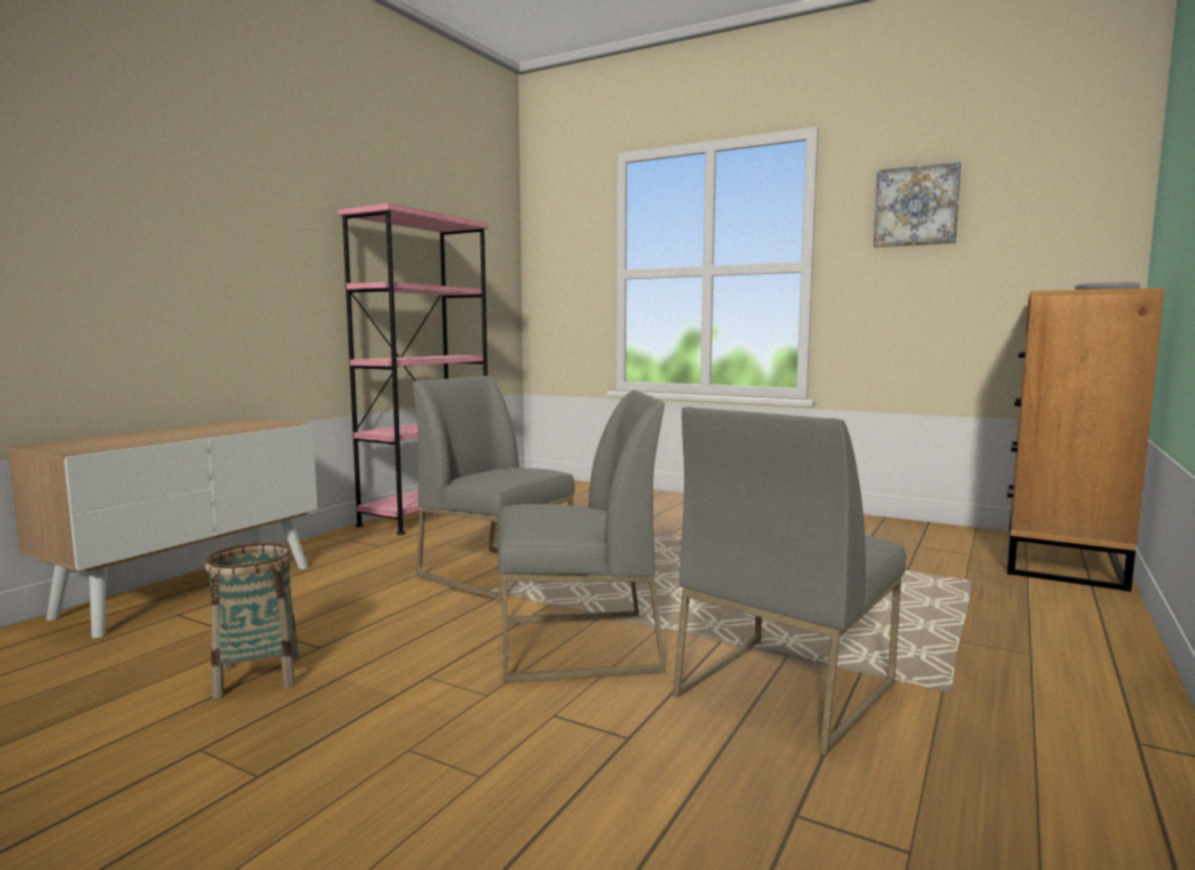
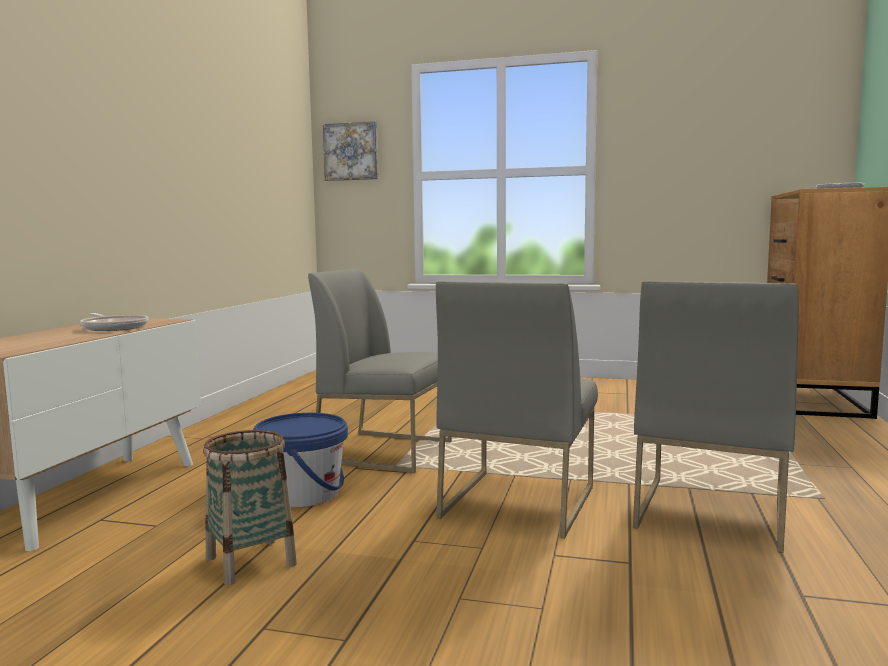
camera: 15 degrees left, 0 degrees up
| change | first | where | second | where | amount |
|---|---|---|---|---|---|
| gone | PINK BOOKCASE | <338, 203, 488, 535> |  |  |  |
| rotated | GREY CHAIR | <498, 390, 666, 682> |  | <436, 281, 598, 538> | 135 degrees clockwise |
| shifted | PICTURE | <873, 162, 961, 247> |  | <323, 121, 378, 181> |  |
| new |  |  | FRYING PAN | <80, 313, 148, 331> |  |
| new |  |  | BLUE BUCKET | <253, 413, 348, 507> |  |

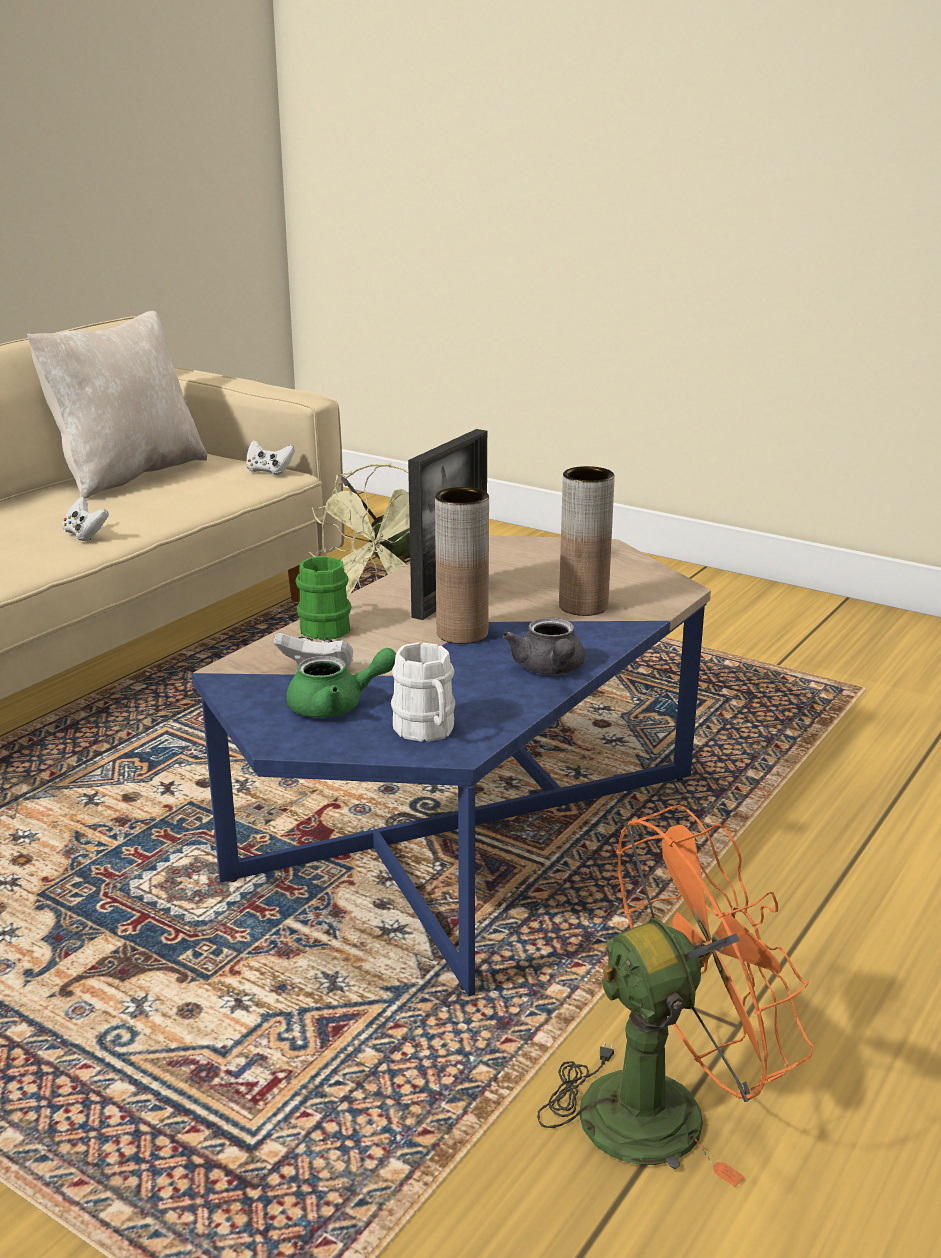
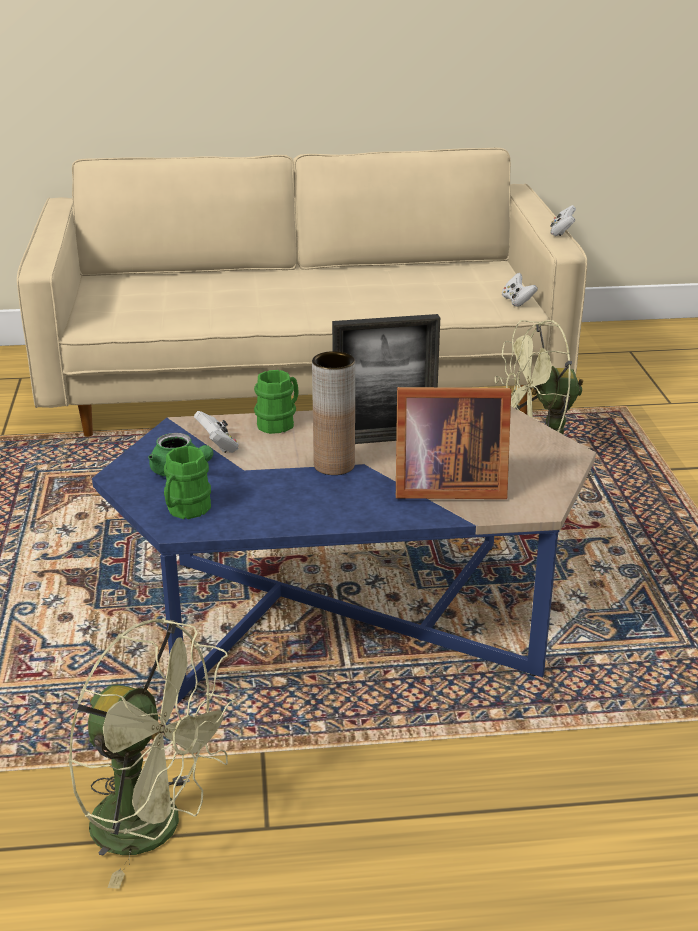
camera: 50 degrees right, 5 degrees up
| change | first | where | second | where | amount |
|---|---|---|---|---|---|
| gone | BEIGE PILLOW | <27, 311, 207, 499> |  |  |  |
| shifted | WHITE GAME CONTROLLER | <62, 497, 109, 541> |  | <550, 205, 576, 236> |  |
| repainted | WHITE MUG | <391, 643, 455, 742> | GREEN MUG | <164, 446, 211, 519> |  |
| gone | GREY TEAPOT | <503, 618, 585, 675> |  |  |  |
| repainted | ORANGE FAN | <537, 805, 814, 1187> | GREEN FAN | <68, 618, 238, 889> |  |
| swapped | BROWN VASE | <559, 466, 615, 616> | PICTURE FRAME | <396, 387, 511, 499> |  |

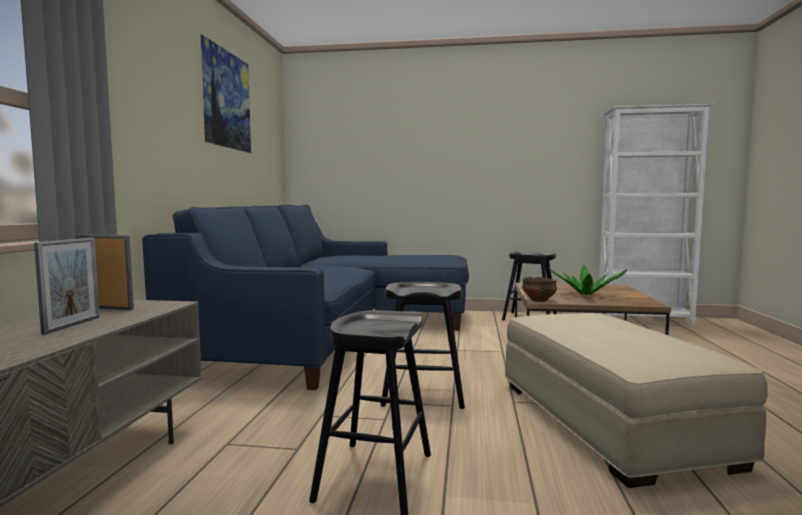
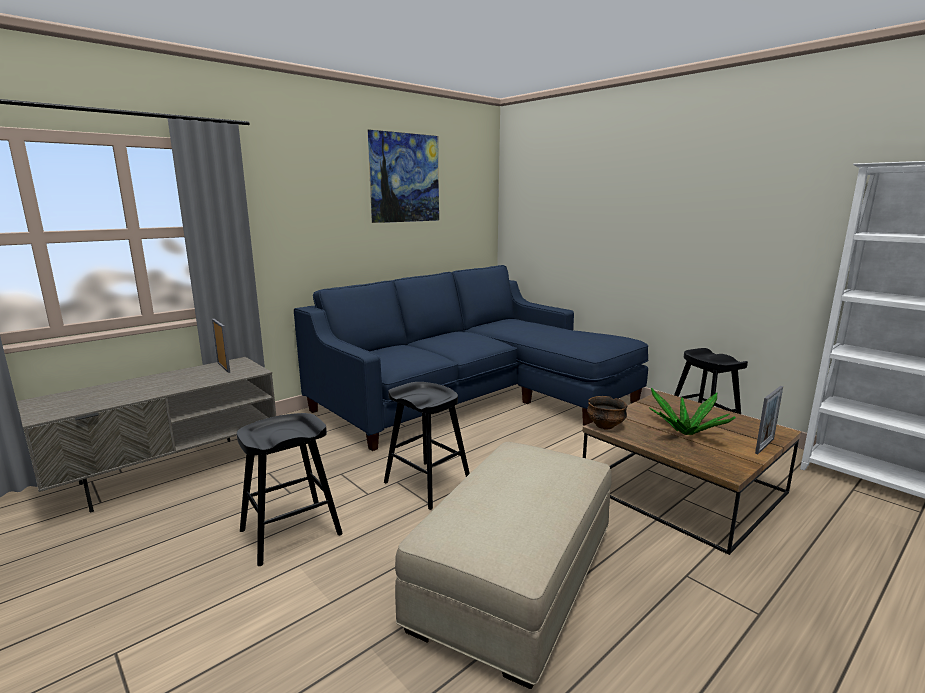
camera: 40 degrees right, 10 degrees up
| change | first | where | second | where | amount |
|---|---|---|---|---|---|
| shifted | PICTURE FRAME | <34, 238, 100, 335> |  | <755, 386, 783, 454> |  |

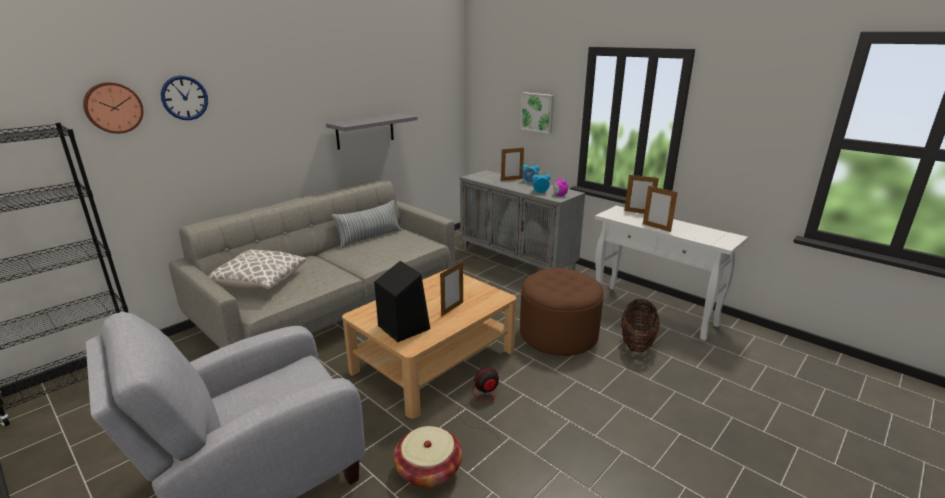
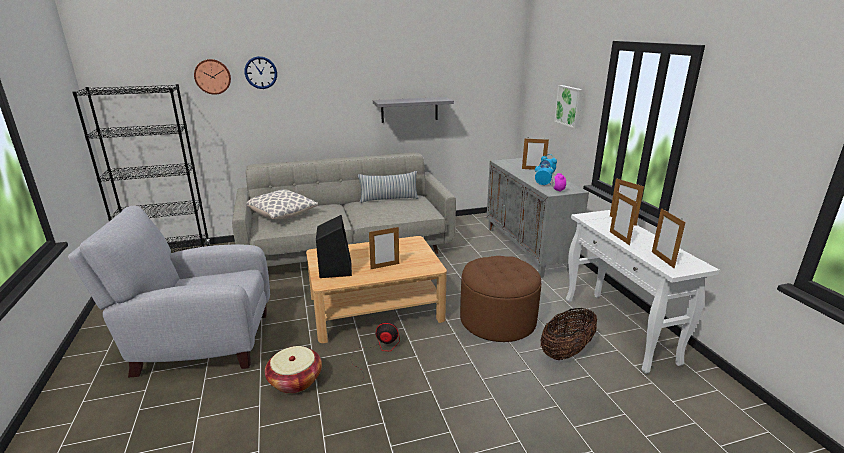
camera: 30 degrees right, 0 degrees up
| change | first | where | second | where | amount |
|---|---|---|---|---|---|
| new |  |  | PICTURE FRAME | <652, 208, 686, 269> |  |

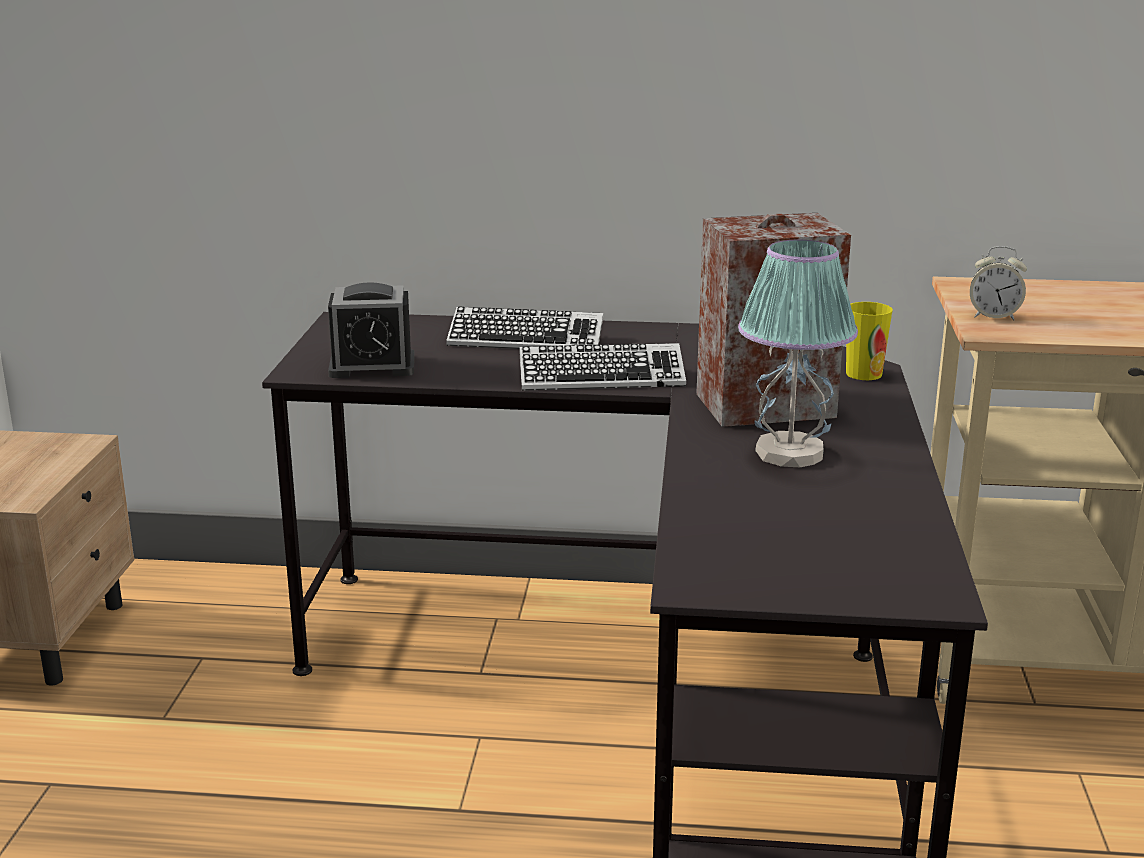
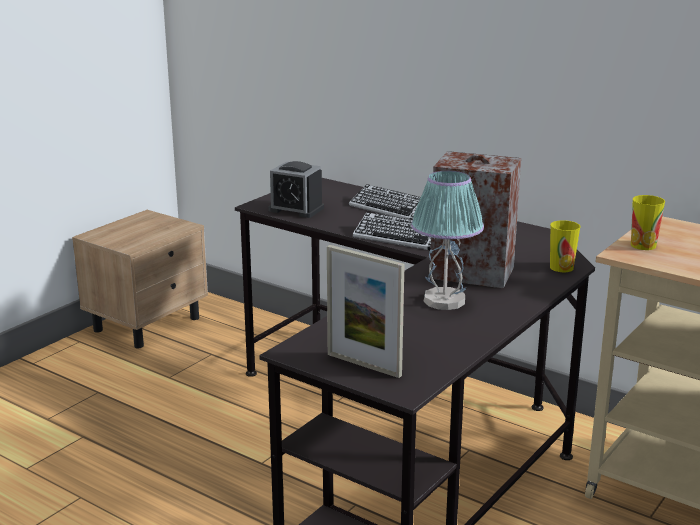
camera: 30 degrees right, 0 degrees up
| change | first | where | second | where | amount |
|---|---|---|---|---|---|
| swapped | ALARM CLOCK | <970, 246, 1027, 320> | CUP | <631, 195, 665, 250> |  |
| new |  |  | PICTURE FRAME | <327, 245, 405, 378> |  |

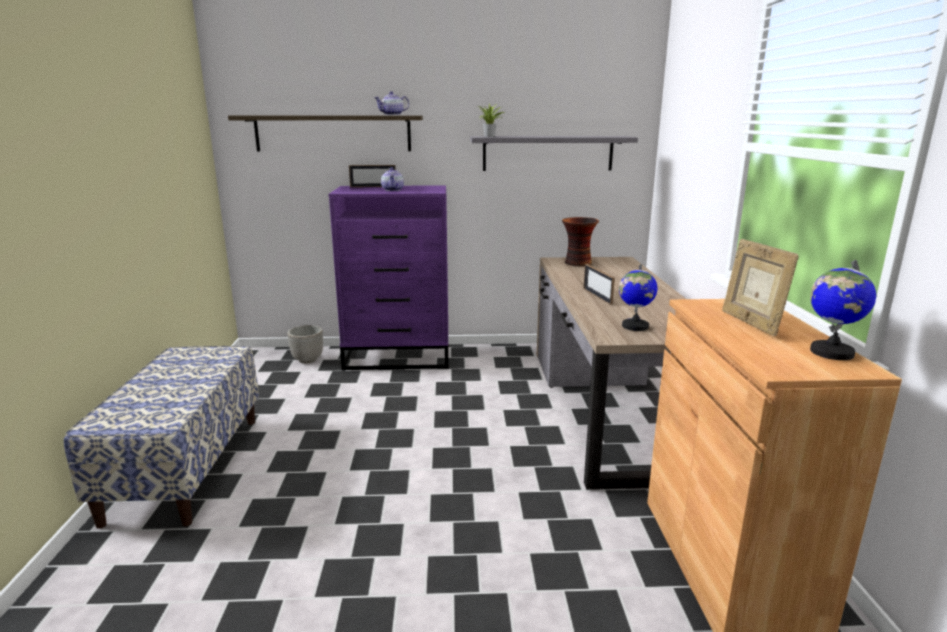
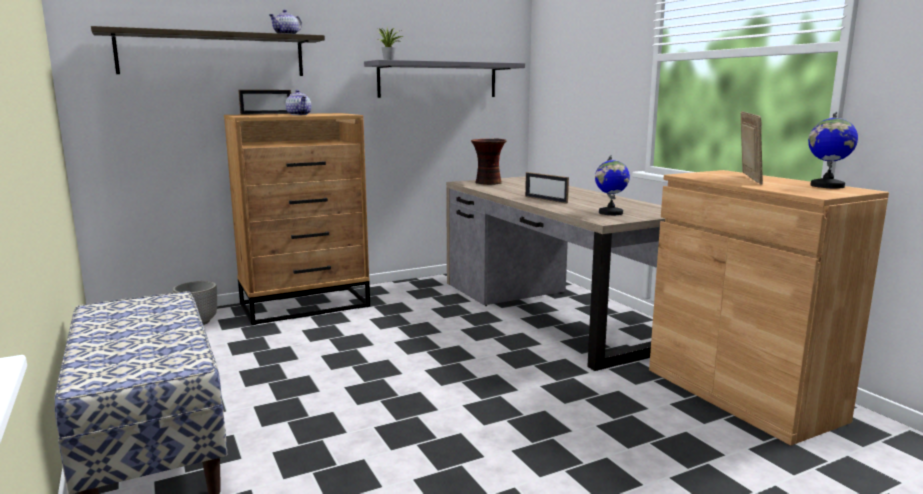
camera: 25 degrees left, 5 degrees down
| change | first | where | second | where | amount |
|---|---|---|---|---|---|
| repainted | PURPLE DRESSER | <328, 185, 449, 370> | BROWN DRESSER | <224, 113, 370, 325> |  |
| rotated | PICTURE FRAME | <722, 239, 799, 336> |  | <741, 111, 763, 184> | 135 degrees counterclockwise |

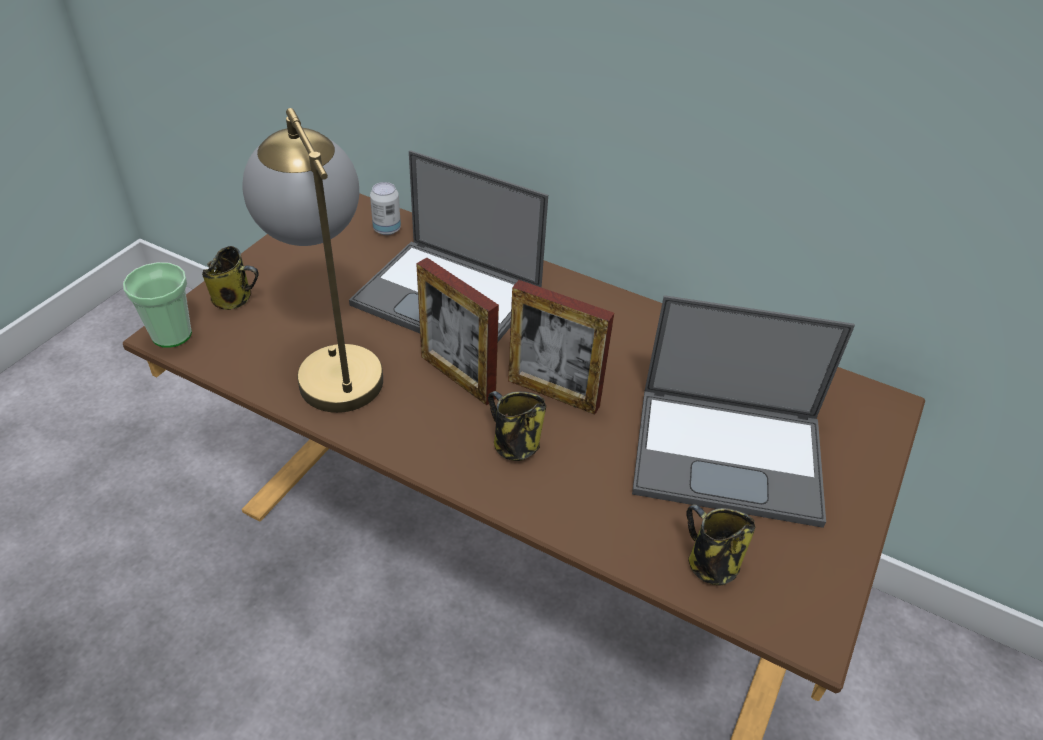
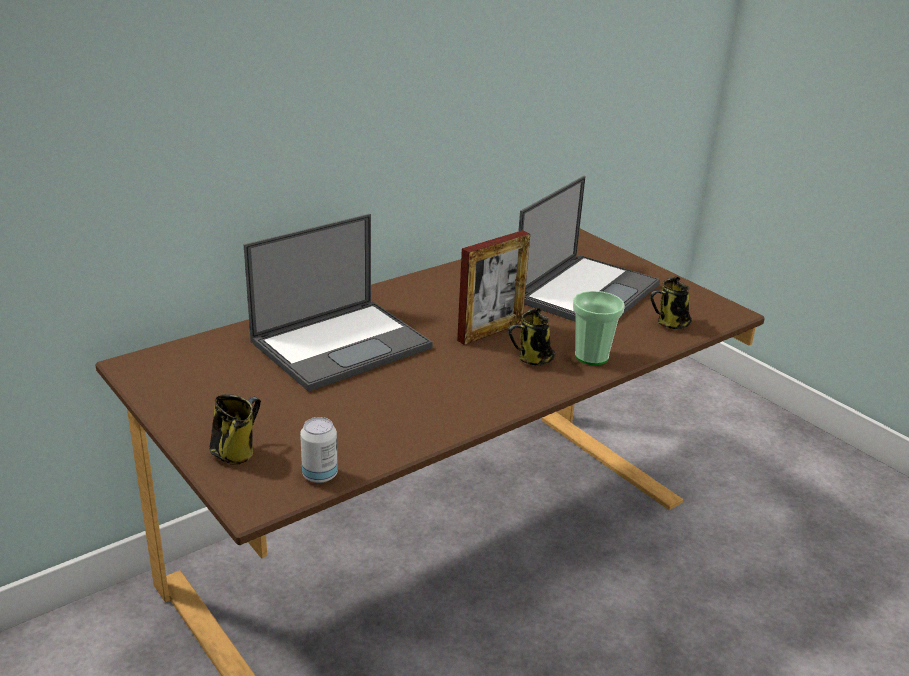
camera: 65 degrees left, 15 degrees down
| change | first | where | second | where | amount |
|---|---|---|---|---|---|
| shifted | CUP | <123, 262, 192, 348> |  | <573, 291, 625, 365> |  |
| gone | TABLE LAMP | <242, 108, 383, 413> |  |  |  |
| shifted | CAN | <370, 182, 401, 235> |  | <300, 417, 338, 483> |  |
| gone | PICTURE FRAME | <416, 258, 499, 405> |  |  |  |

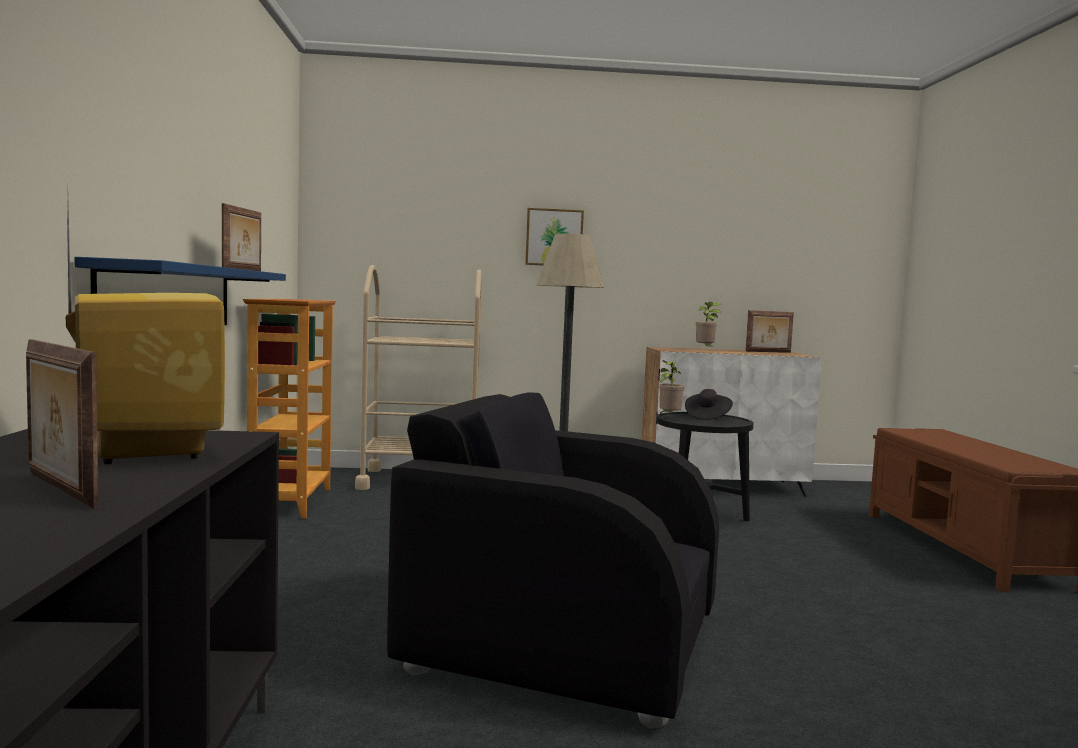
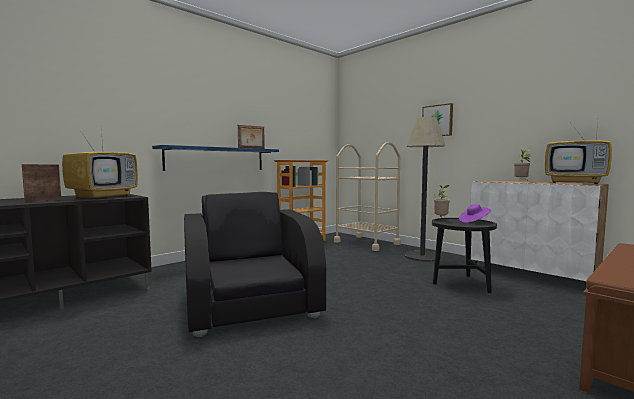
camera: 50 degrees right, 0 degrees up
| change | first | where | second | where | amount |
|---|---|---|---|---|---|
| repainted | BLACK HAT | <685, 389, 733, 420> | PURPLE HAT | <459, 204, 491, 223> |  |
| swapped | PICTURE FRAME | <745, 310, 794, 353> | TELEVISION | <545, 122, 612, 184> |  |

